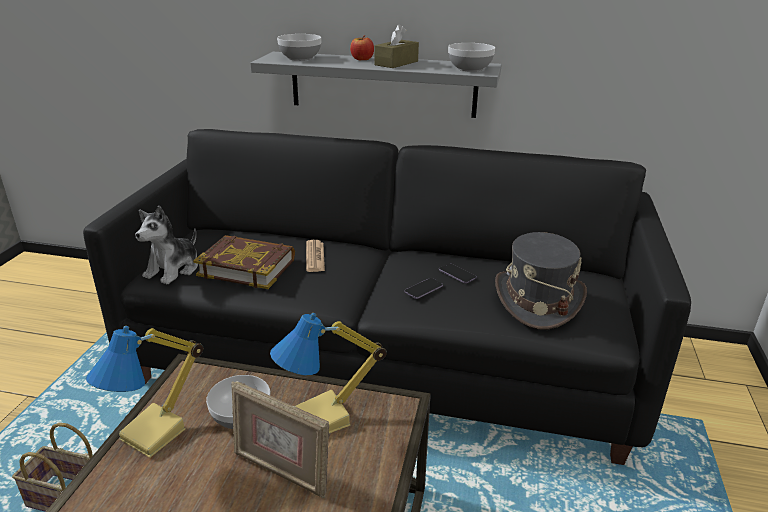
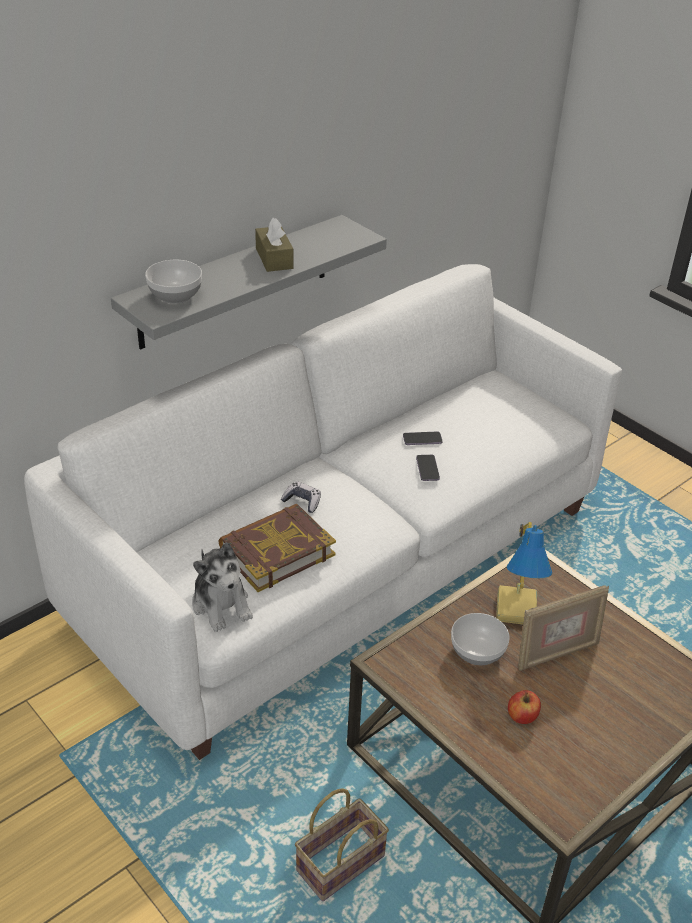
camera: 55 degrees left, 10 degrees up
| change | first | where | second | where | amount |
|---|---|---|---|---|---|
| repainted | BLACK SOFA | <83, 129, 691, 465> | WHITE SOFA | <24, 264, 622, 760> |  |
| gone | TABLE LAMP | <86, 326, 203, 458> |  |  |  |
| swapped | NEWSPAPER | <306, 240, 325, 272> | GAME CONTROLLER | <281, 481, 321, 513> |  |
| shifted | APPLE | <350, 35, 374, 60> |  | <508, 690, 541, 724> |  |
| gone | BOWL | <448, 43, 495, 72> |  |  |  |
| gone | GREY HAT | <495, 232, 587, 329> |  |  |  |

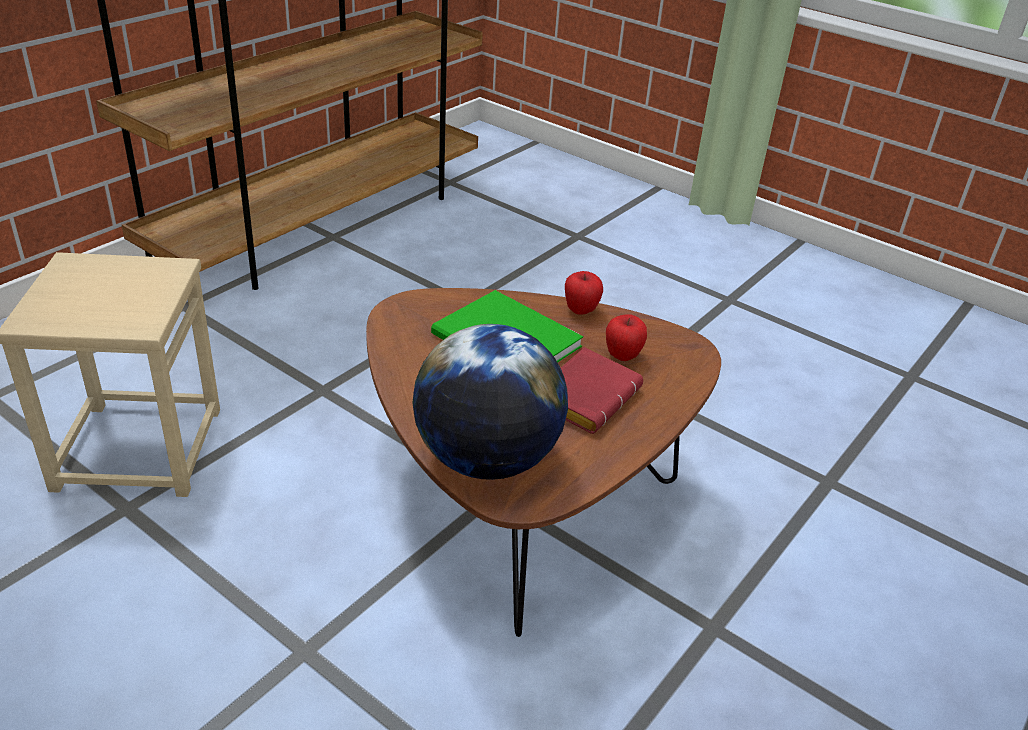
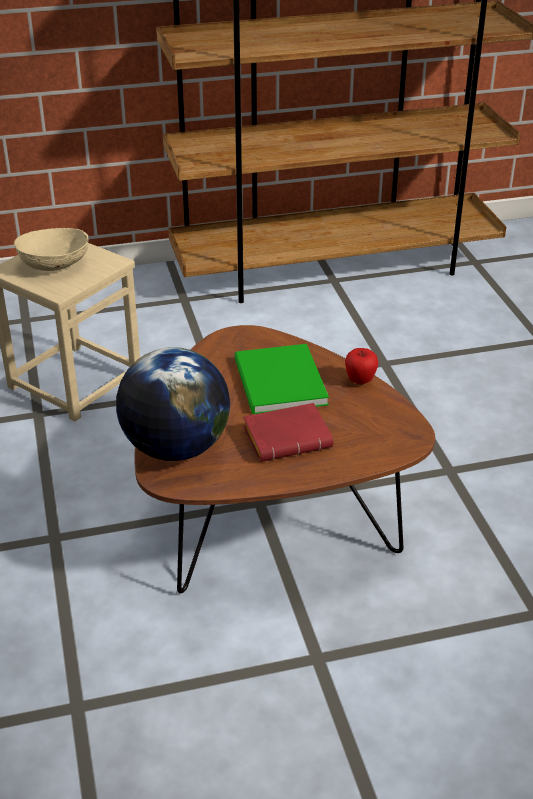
camera: 40 degrees right, 0 degrees up
| change | first | where | second | where | amount |
|---|---|---|---|---|---|
| gone | APPLE | <606, 314, 647, 361> |  |  |  |
| new |  |  | BEIGE BOWL | <14, 228, 89, 271> |  |

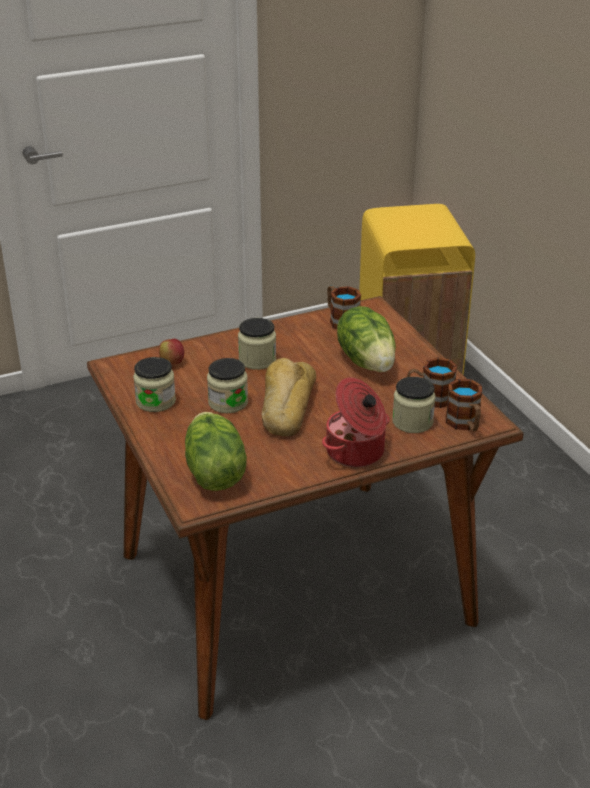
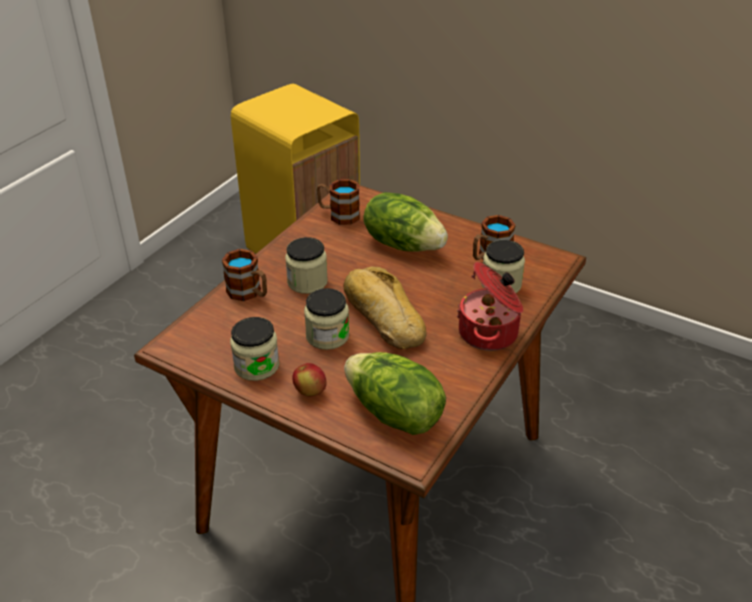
camera: 35 degrees left, 5 degrees up
| change | first | where | second | where | amount |
|---|---|---|---|---|---|
| shifted | APPLE | <159, 339, 184, 364> |  | <292, 363, 326, 397> |  |
| shifted | MUG | <446, 379, 482, 431> |  | <222, 249, 267, 301> |  |

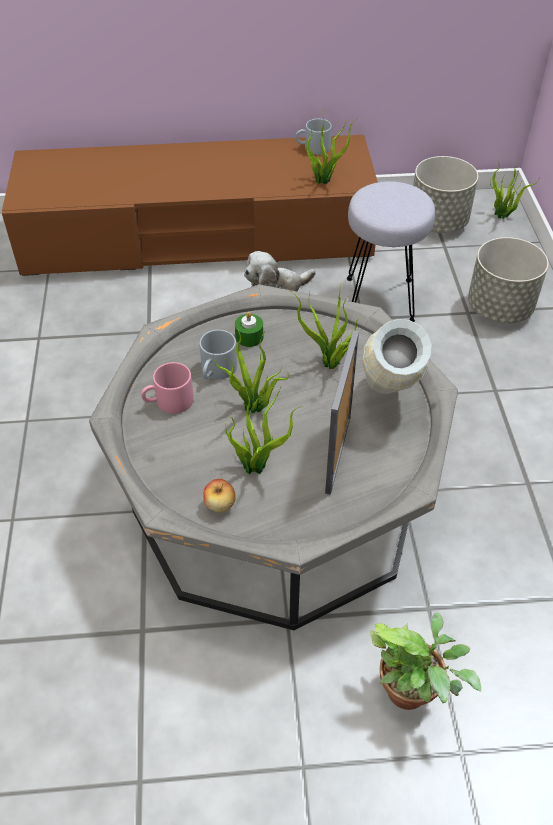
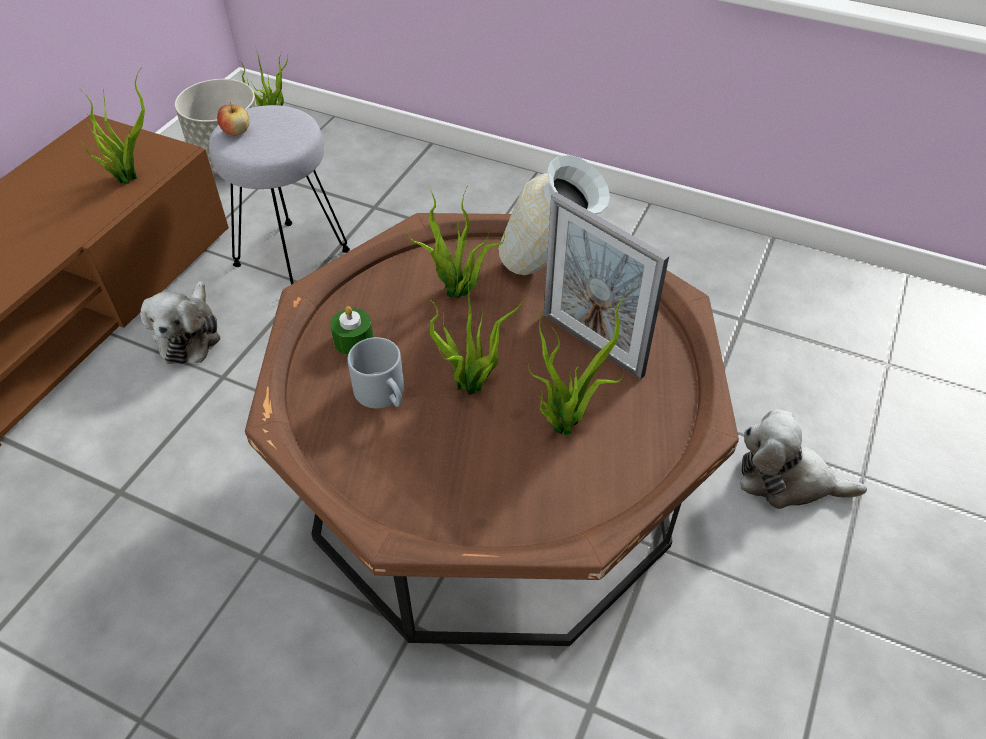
camera: 60 degrees left, 0 degrees up
| change | first | where | second | where | amount |
|---|---|---|---|---|---|
| repainted | GREY COFFEE TABLE | <89, 284, 458, 630> | BROWN COFFEE TABLE | <245, 213, 739, 646> |  |
| gone | PINK MUG | <141, 362, 194, 414> |  |  |  |
| shifted | APPLE | <203, 479, 236, 513> |  | <217, 102, 250, 136> |  |
| gone | GREY MUG | <295, 119, 332, 155> |  |  |  |
| swapped | POTTED PLANT | <370, 612, 481, 710> | PLUSH TOY | <740, 409, 867, 509> |  |
| gone | GREY PLANTER | <468, 237, 548, 324> |  |  |  |

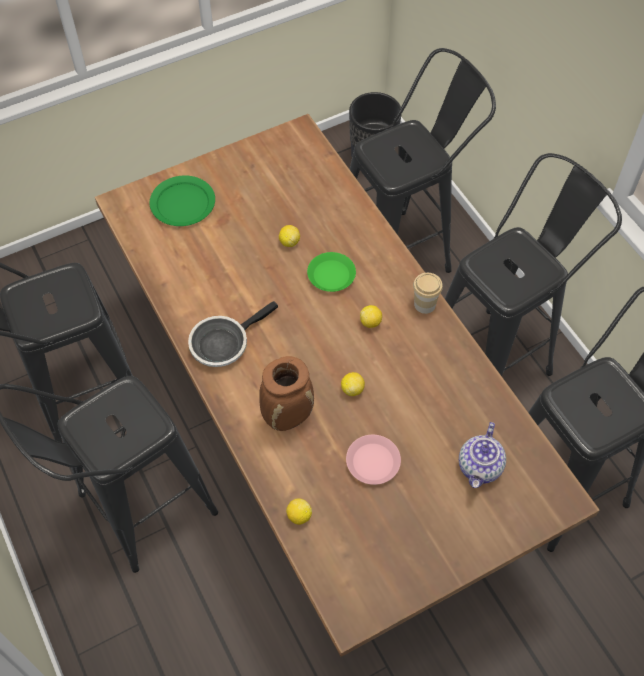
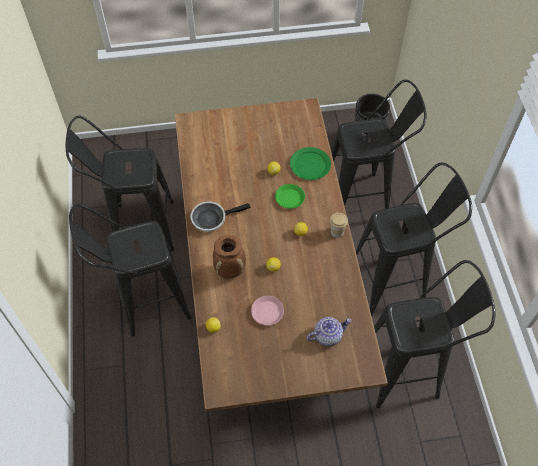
camera: 20 degrees right, 0 degrees up
| change | first | where | second | where | amount |
|---|---|---|---|---|---|
| shifted | GREEN PLATE | <149, 175, 215, 226> |  | <290, 147, 331, 180> |  |
| rotated | TEAPOT | <459, 422, 506, 488> |  | <306, 317, 352, 346> | 150 degrees counterclockwise |

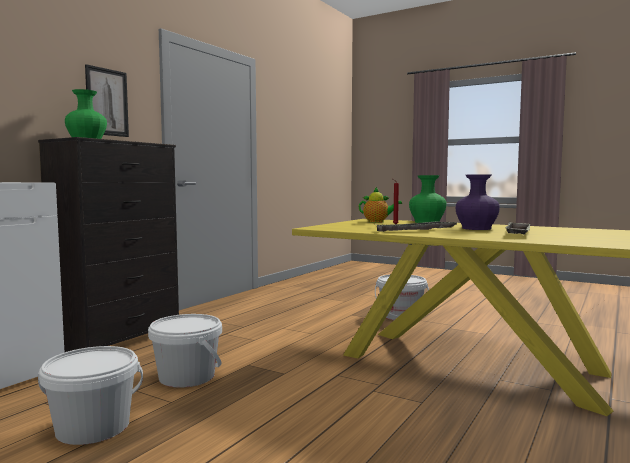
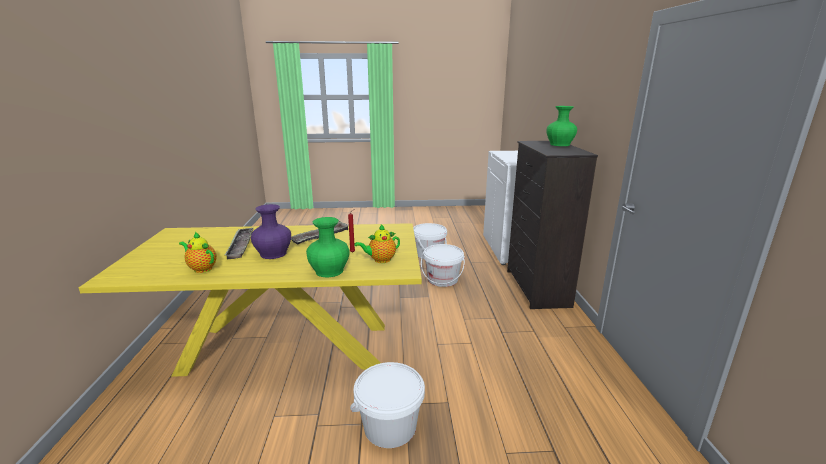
camera: 145 degrees right, 15 degrees up
| change | first | where | second | where | amount |
|---|---|---|---|---|---|
| gone | PICTURE | <85, 64, 129, 137> |  |  |  |
| new |  |  | TEAPOT | <179, 232, 217, 273> |  |

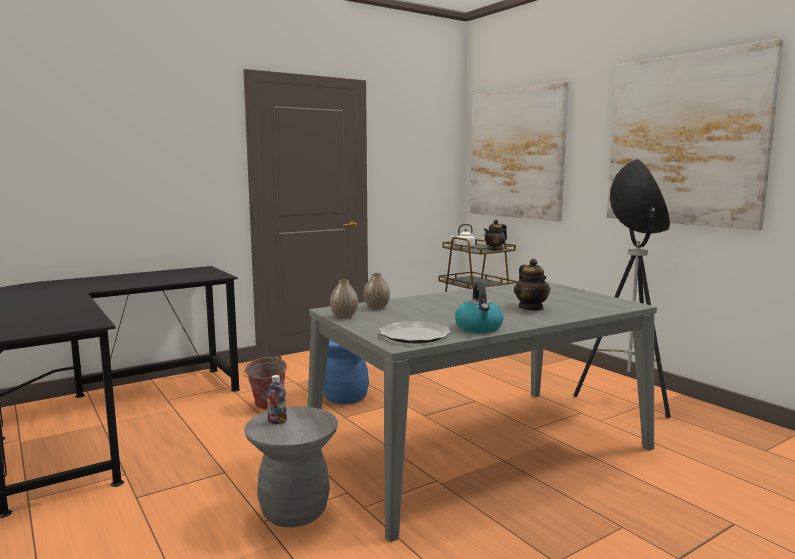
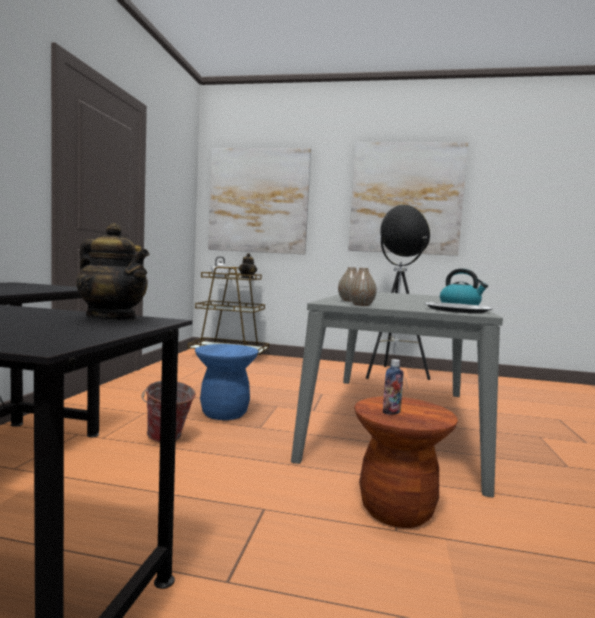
camera: 45 degrees left, 5 degrees down
| change | first | where | second | where | amount |
|---|---|---|---|---|---|
| repainted | GREY STOOL | <244, 406, 338, 528> | BROWN STOOL | <354, 396, 458, 528> |  |
| shifted | TEAPOT | <514, 259, 550, 311> |  | <76, 223, 149, 321> |  |

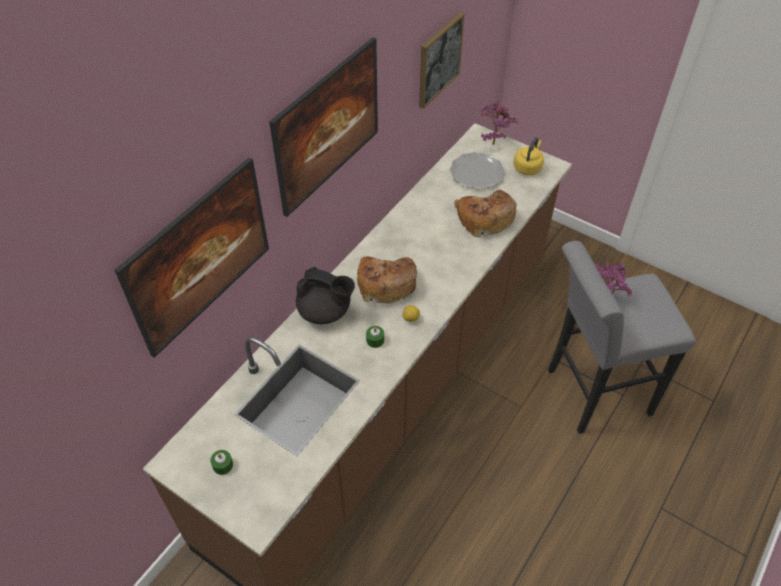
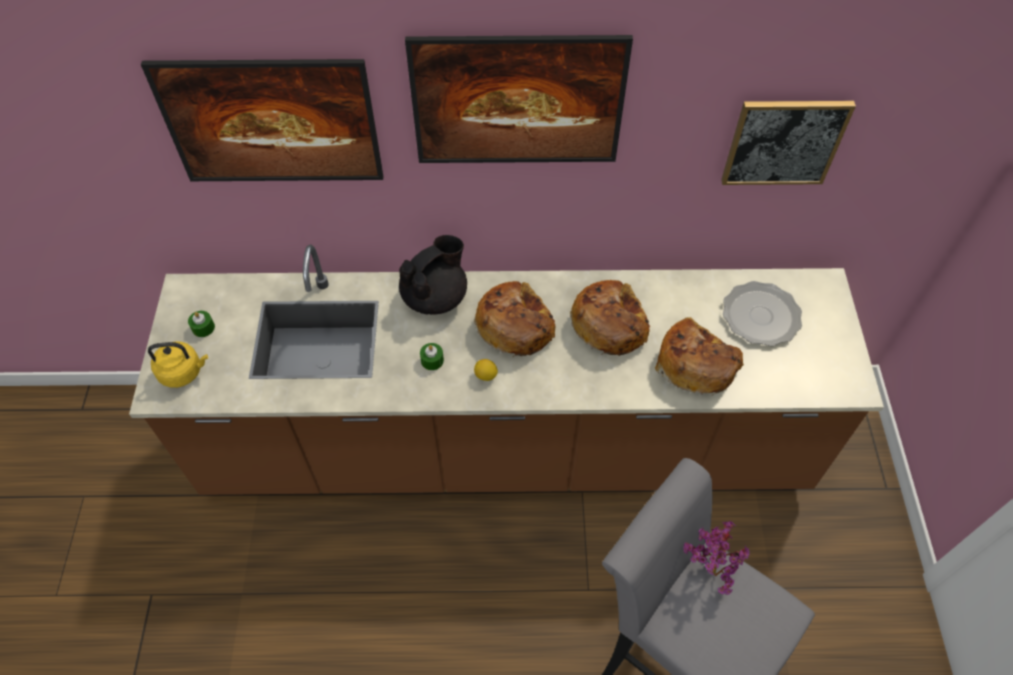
camera: 55 degrees right, 5 degrees up
| change | first | where | second | where | amount |
|---|---|---|---|---|---|
| rotated | BLACK TEAPOT | <296, 267, 355, 324> |  | <399, 235, 467, 315> | 120 degrees counterclockwise |
| gone | POTTED PLANT | <480, 101, 518, 145> |  |  |  |
| shifted | YELLOW KETTLE | <514, 137, 544, 175> |  | <148, 342, 208, 388> |  |
| new |  |  | BREAD | <570, 280, 650, 356> |  |

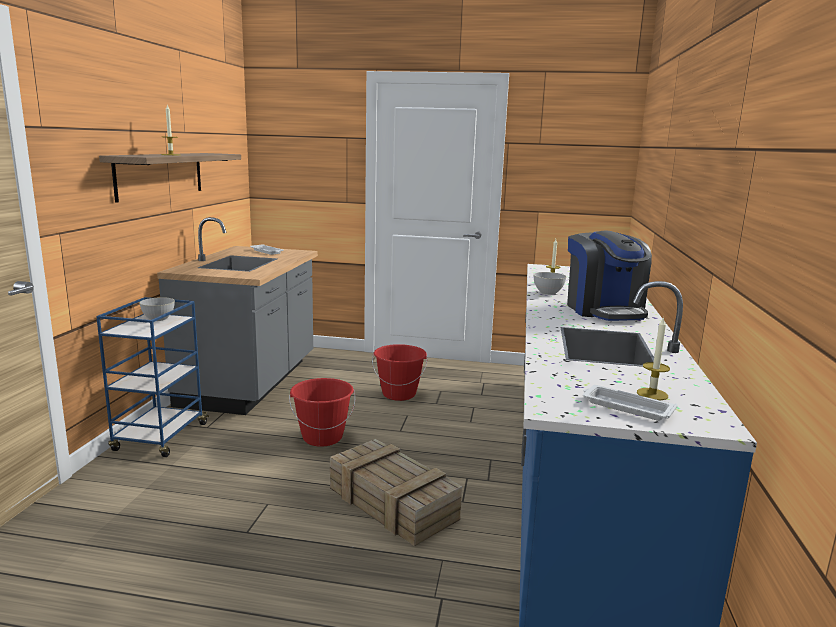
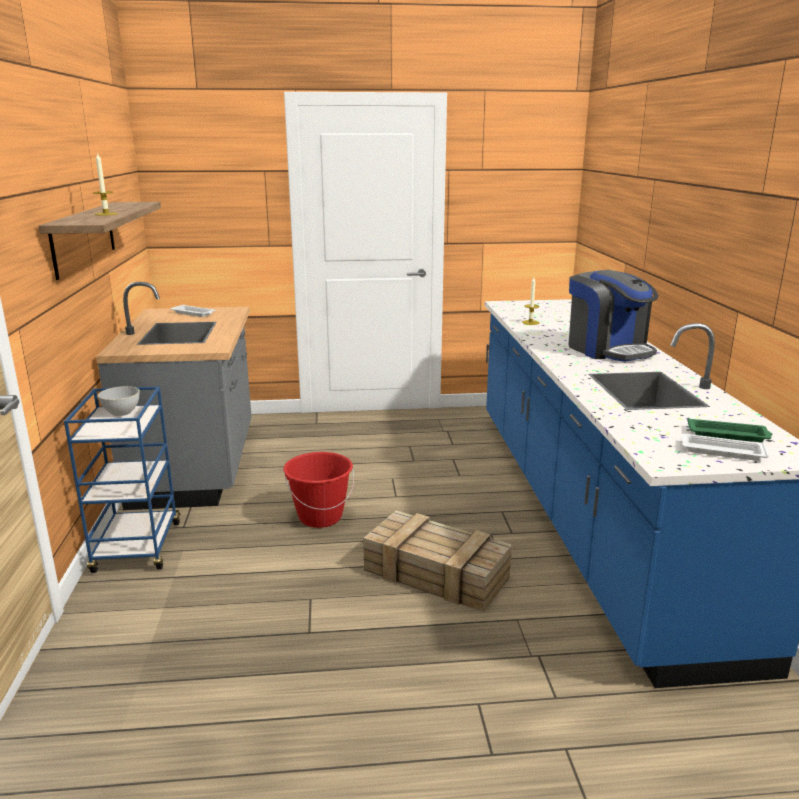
camera: 15 degrees left, 5 degrees up
| change | first | where | second | where | amount |
|---|---|---|---|---|---|
| gone | RED BUCKET | <372, 344, 428, 401> |  |  |  |
| gone | GREY BOWL | <533, 272, 566, 295> |  |  |  |
| swapped | CANDLE | <637, 317, 670, 400> | GREEN TRAY | <687, 418, 773, 442> |  |

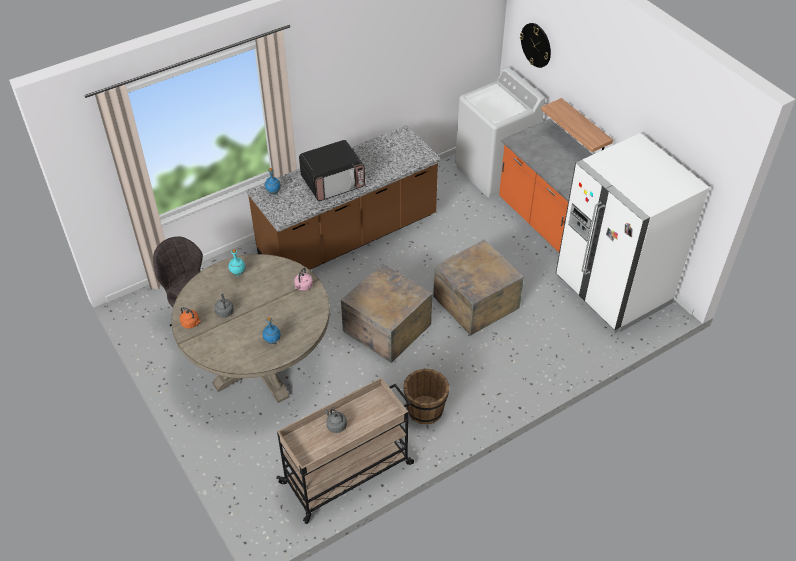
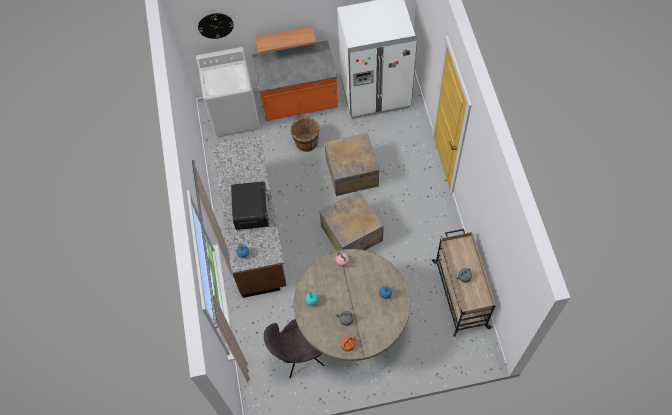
camera: 65 degrees left, 15 degrees up
| change | first | where | second | where | amount |
|---|---|---|---|---|---|
| shifted | BROWN BUCKET | <403, 368, 449, 424> |  | <290, 117, 319, 152> |  |

